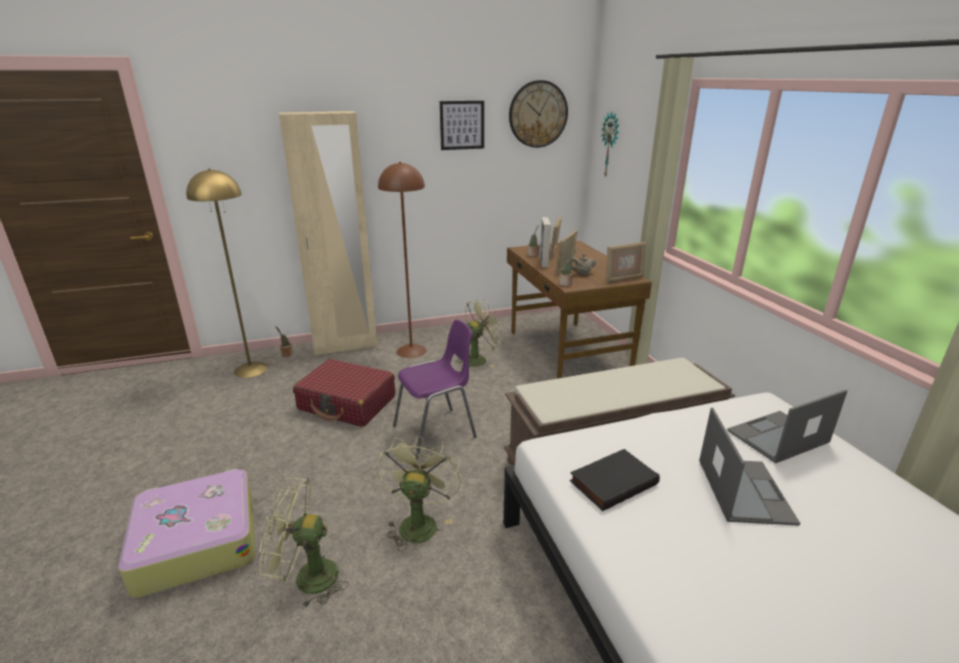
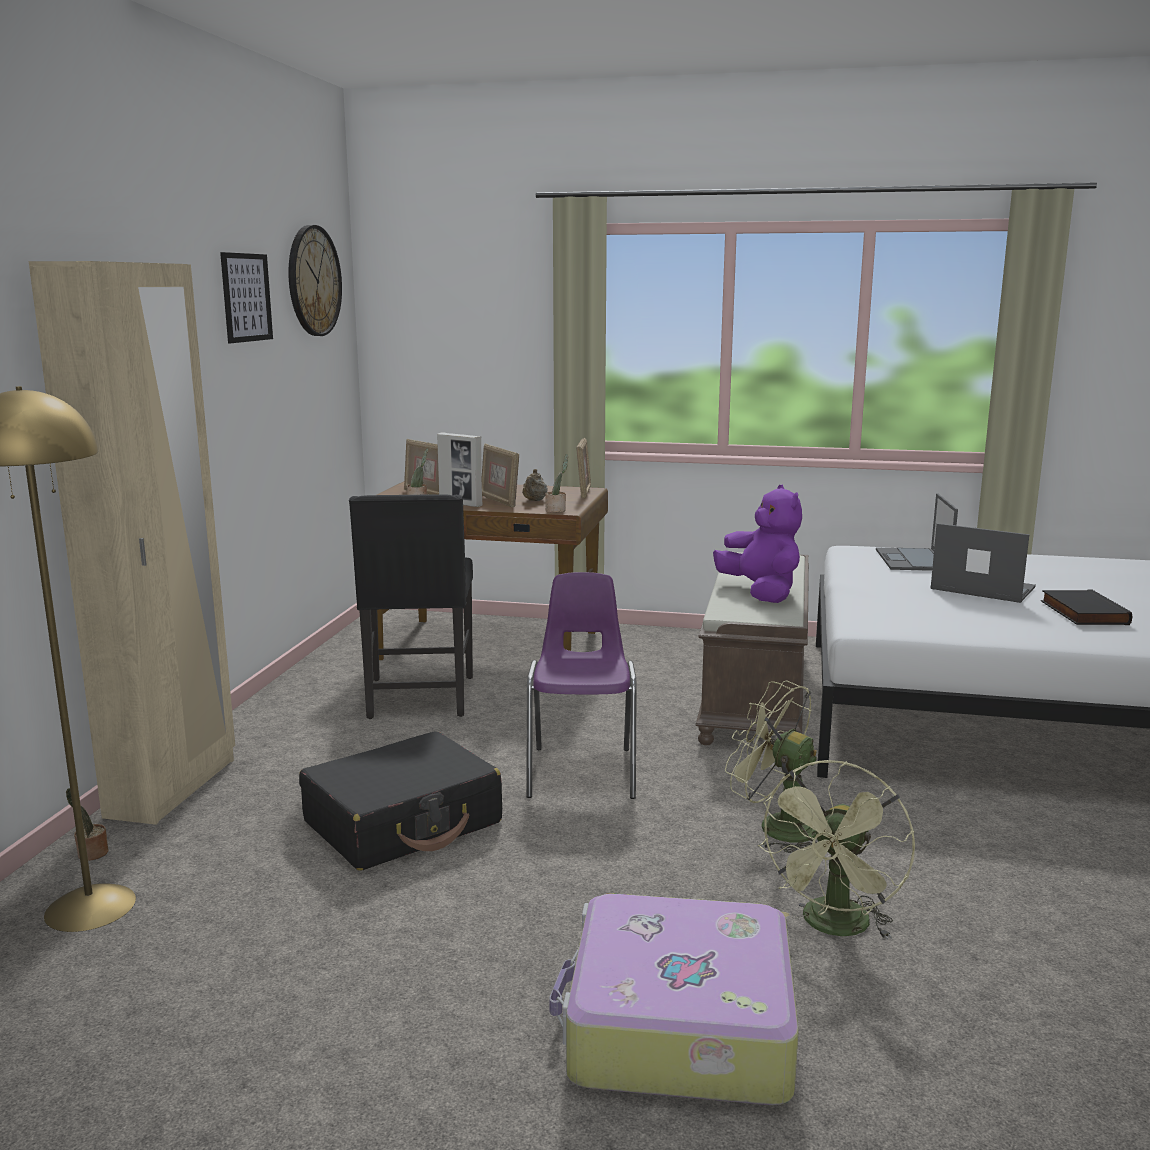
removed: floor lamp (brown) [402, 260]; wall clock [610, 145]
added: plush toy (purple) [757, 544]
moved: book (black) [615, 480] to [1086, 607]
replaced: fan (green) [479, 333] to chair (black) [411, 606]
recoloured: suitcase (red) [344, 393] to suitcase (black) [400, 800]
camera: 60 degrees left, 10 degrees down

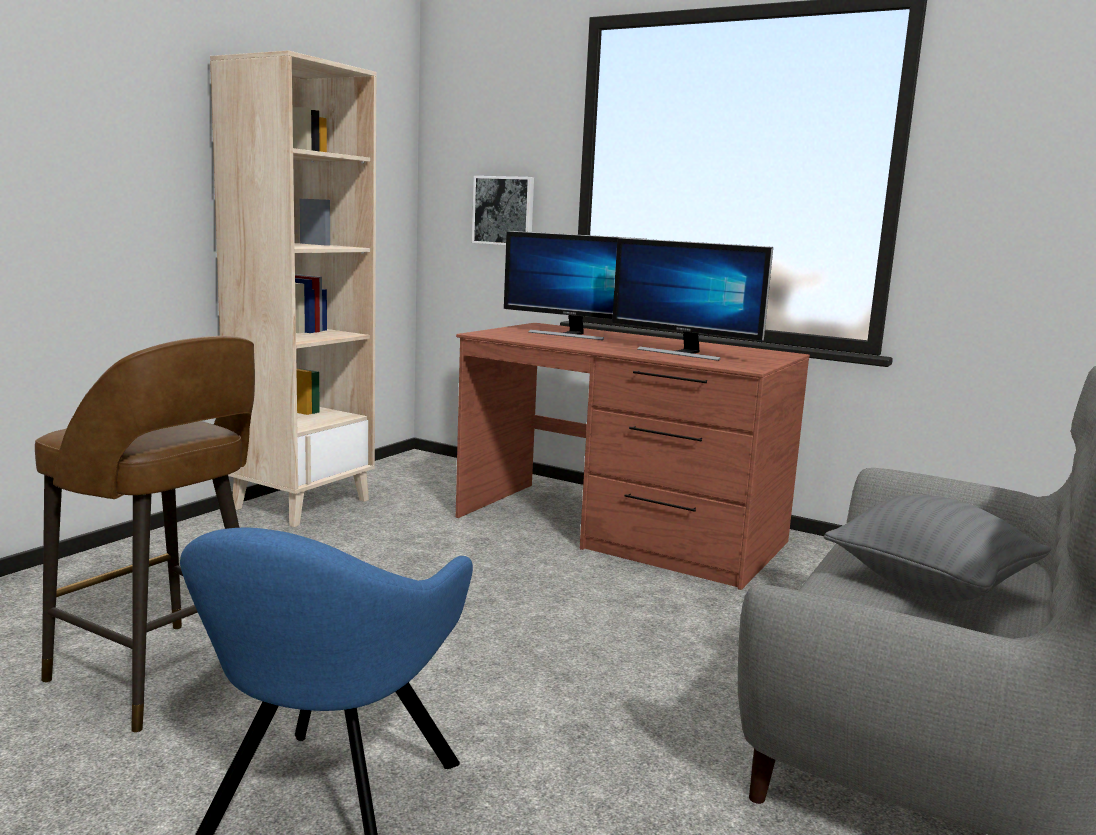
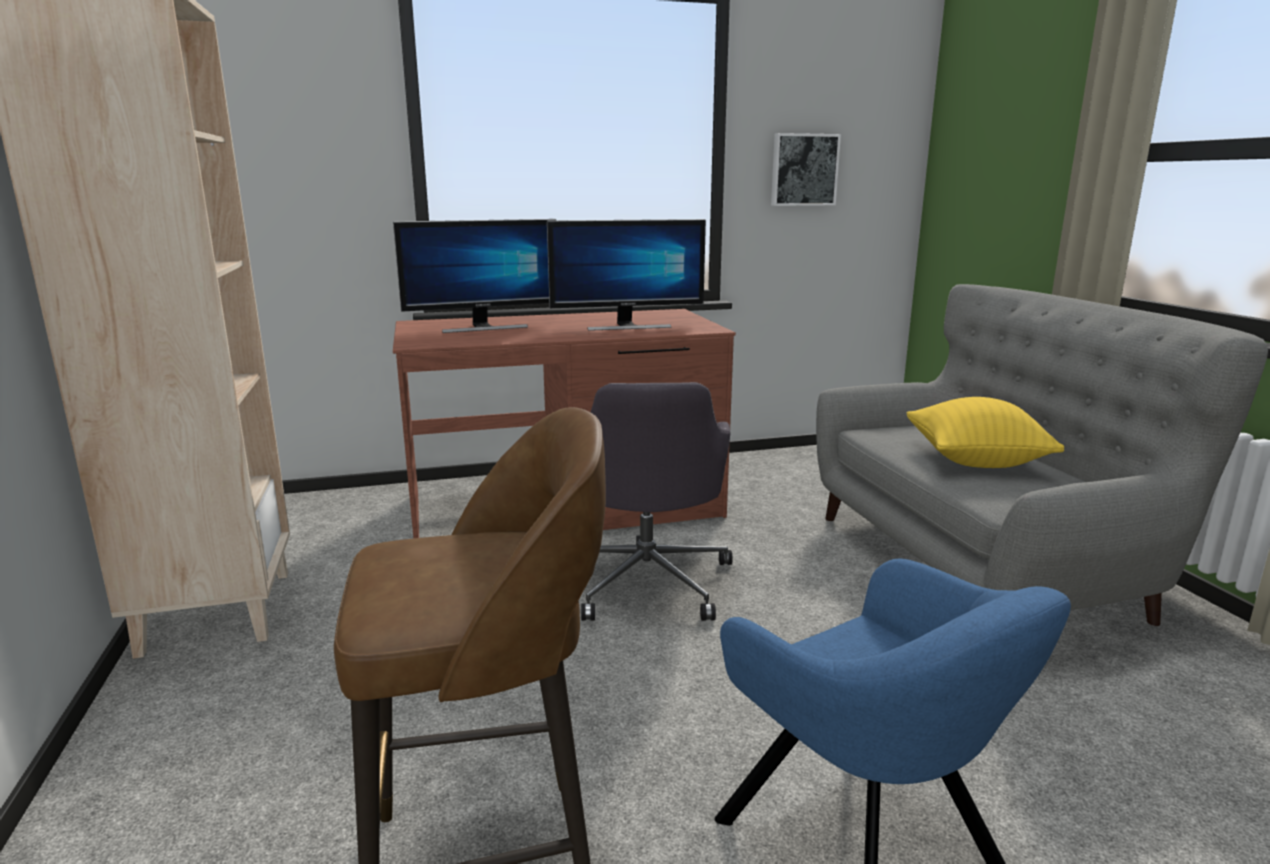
added: office chair (grey) [657, 501]
moved: picture [503, 210] to [806, 169]
recoloured: pillow (grey) [937, 548] to pillow (yellow) [985, 432]
camera: 45 degrees left, 5 degrees up

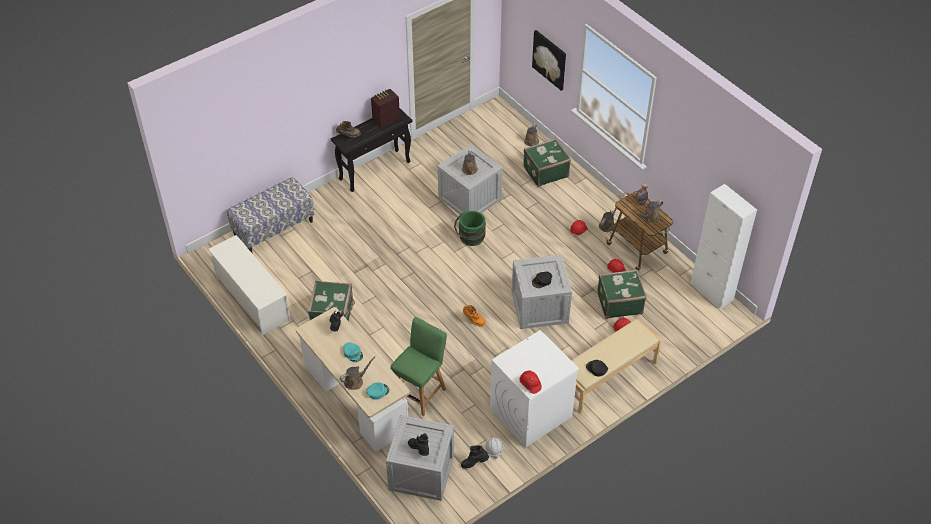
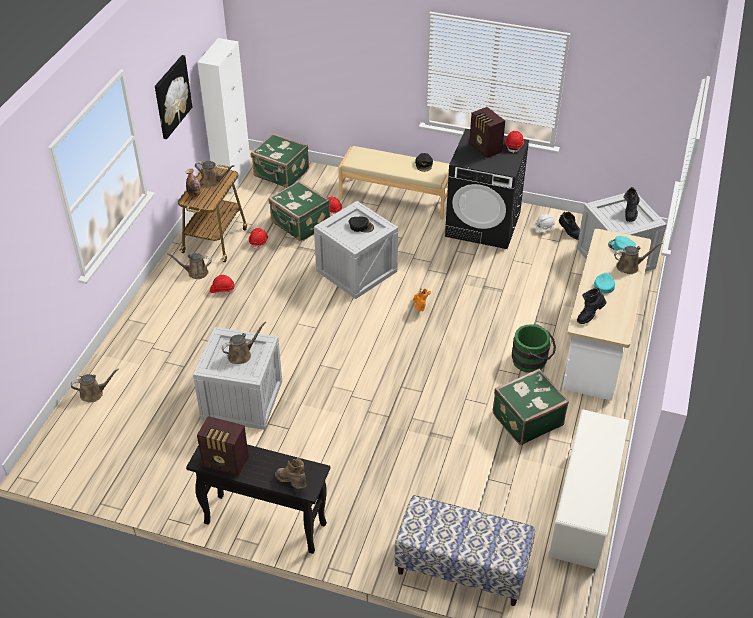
removed: chair (green) [418, 366]
added: radio [487, 132]
moved: bucket (green) [470, 228] to [534, 348]; suitcase (green) [547, 162] to [280, 160]; picture [549, 60] to [173, 97]
recoloured: washing machine (white) [534, 389] to washing machine (black) [487, 189]
turned: watering can (brown) [357, 373] = [638, 258] 150 degrees clockwise
camera: 125 degrees left, 5 degrees down

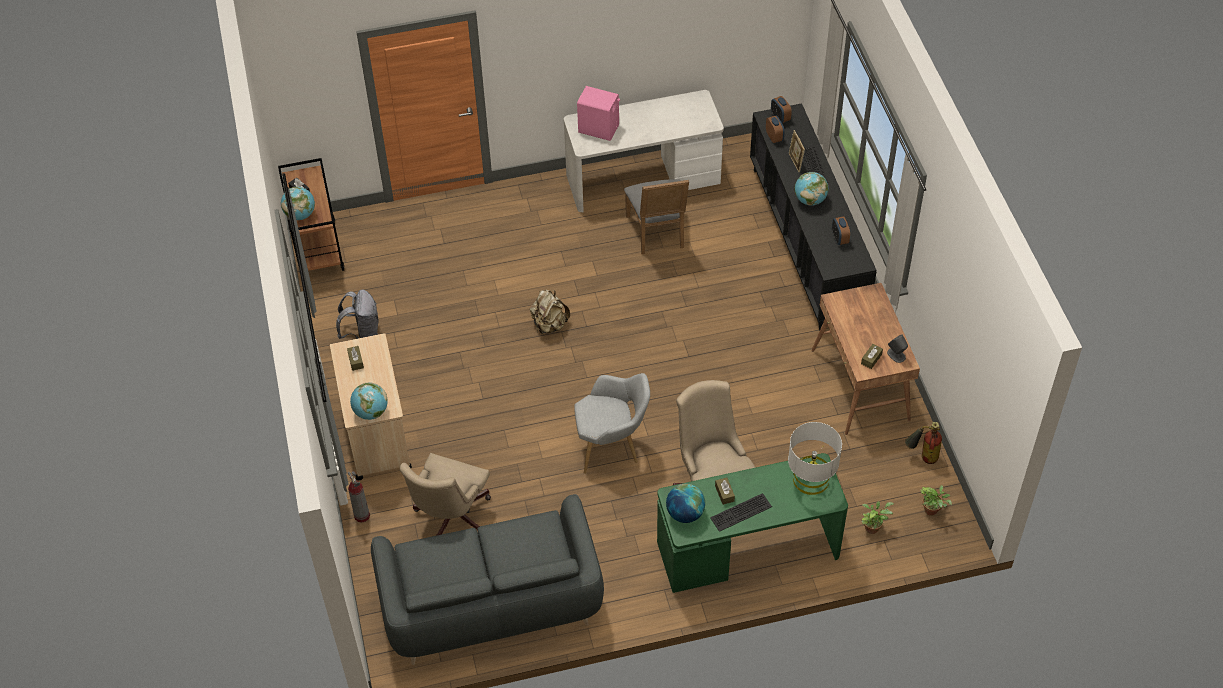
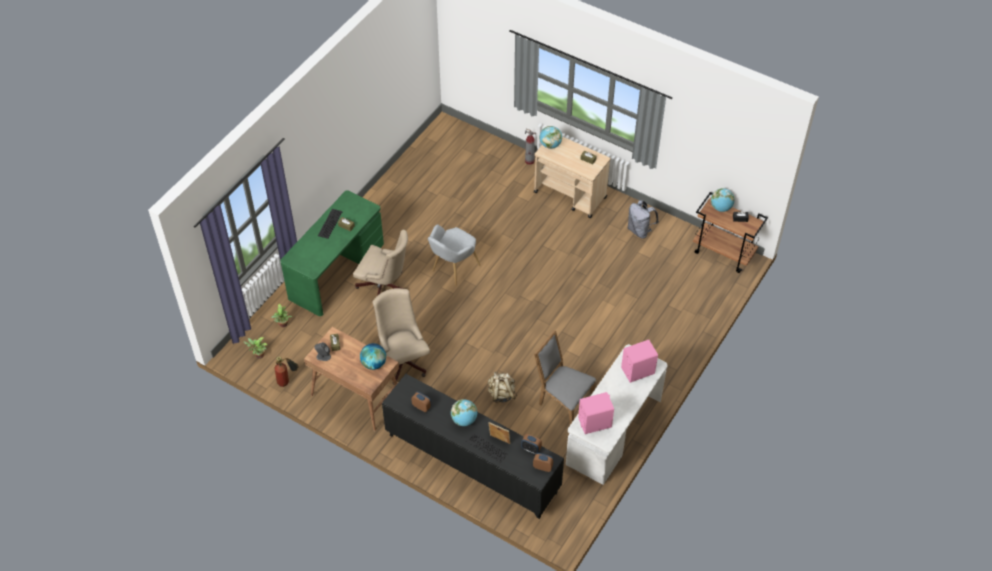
removed: sofa (grey) [487, 579]; table lamp (white) [815, 458]
added: speaker (pink) [596, 413]
moved: office chair (beige) [445, 494] to [401, 336]; backpack (beige) [550, 312] to [502, 387]; globe [685, 503] to [373, 356]
camera: 135 degrees right, 0 degrees up

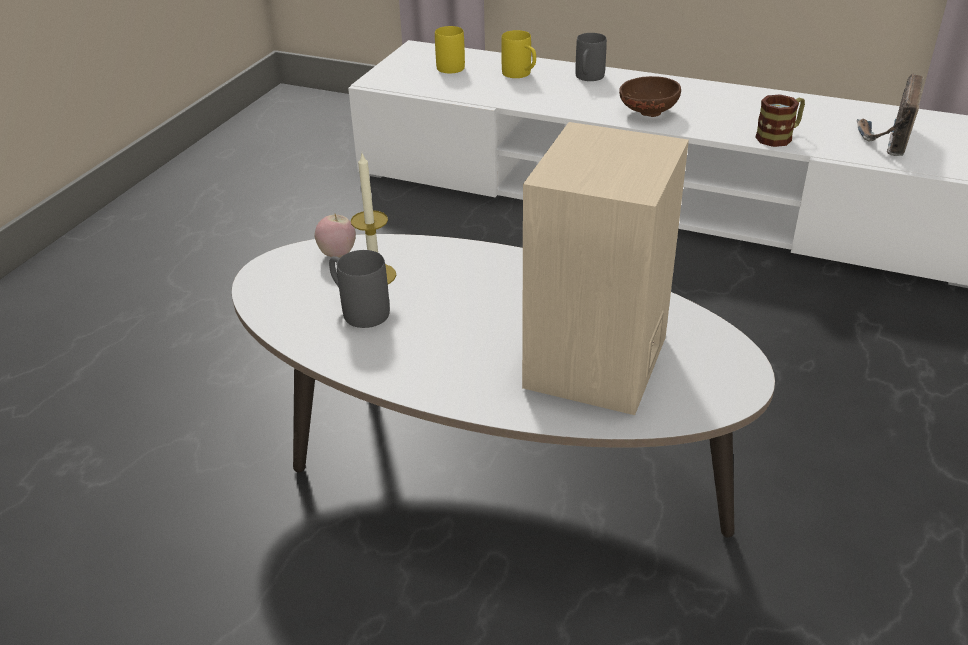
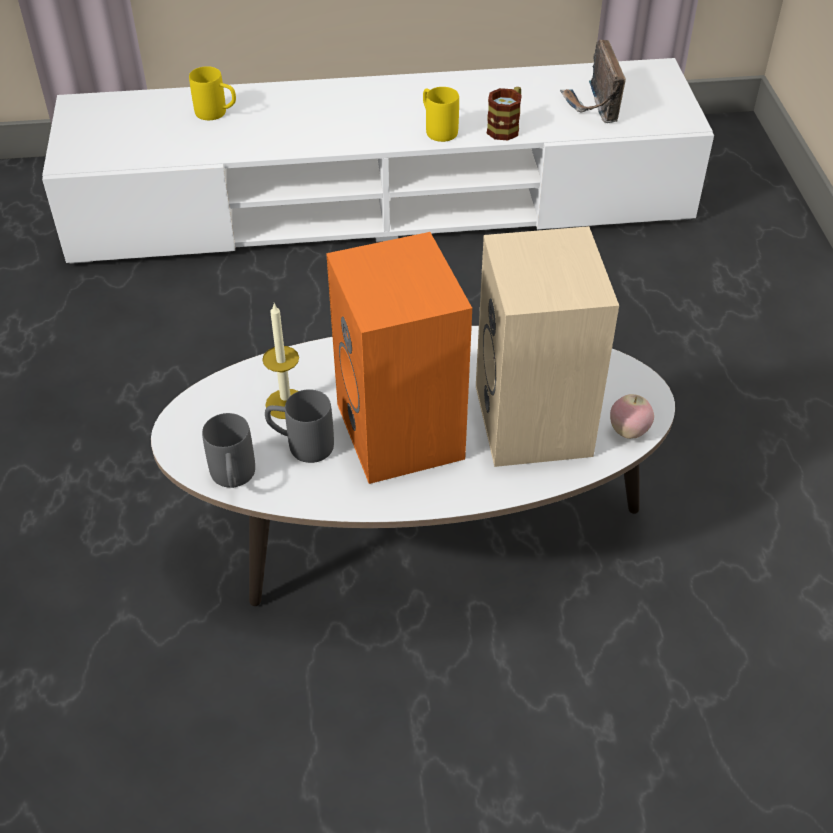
removed: bowl (brown) [650, 96]
added: speaker (orange) [399, 358]
moved: apple [335, 236] to [632, 416]; mug (yellow) [450, 49] to [441, 114]; mug (grey) [591, 57] to [228, 450]
camera: 30 degrees left, 10 degrees up

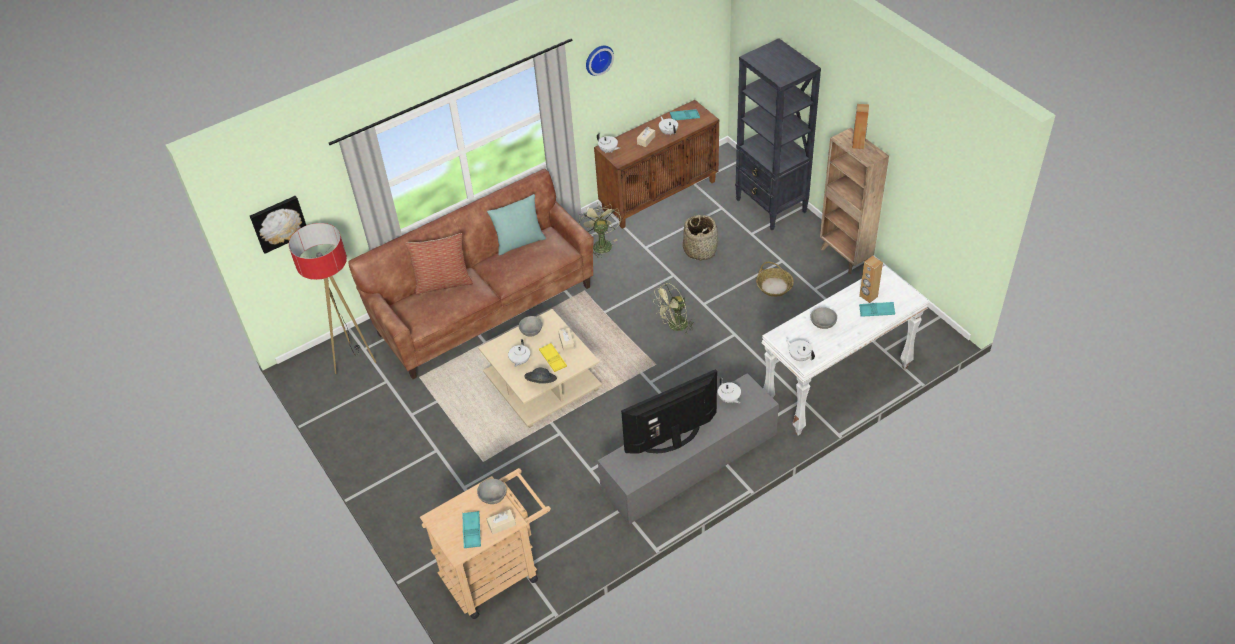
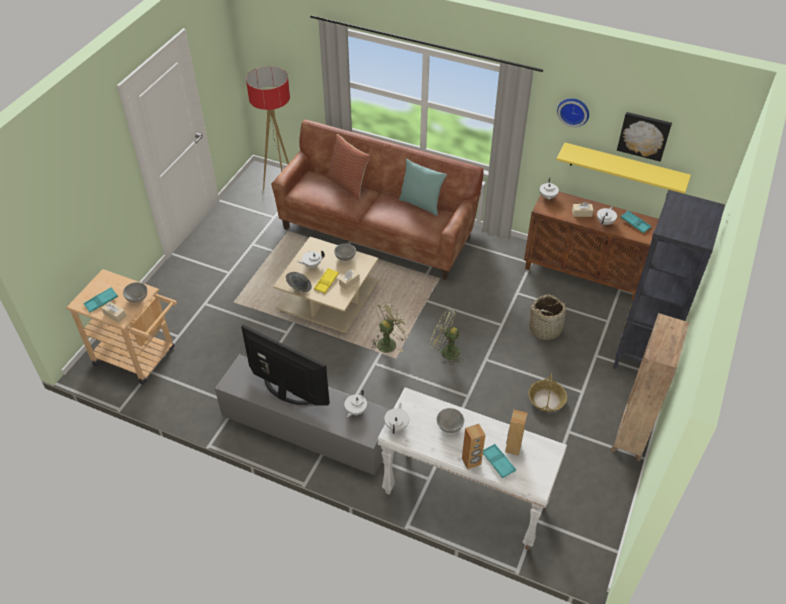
added: shelf (yellow) [623, 168]
moved: picture [278, 225] to [644, 137]; fan (green) [600, 230] to [391, 327]; speaker (brown) [860, 126] to [474, 447]
camera: 55 degrees right, 0 degrees up

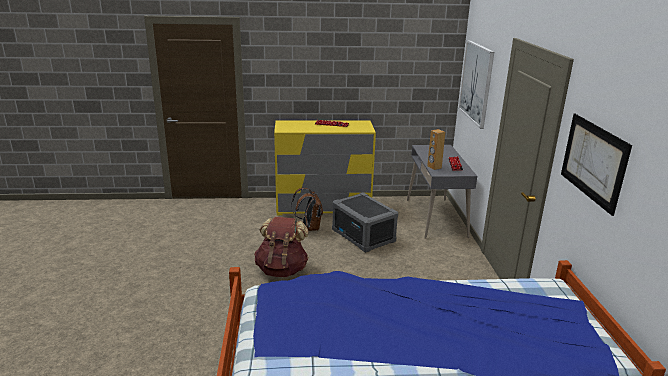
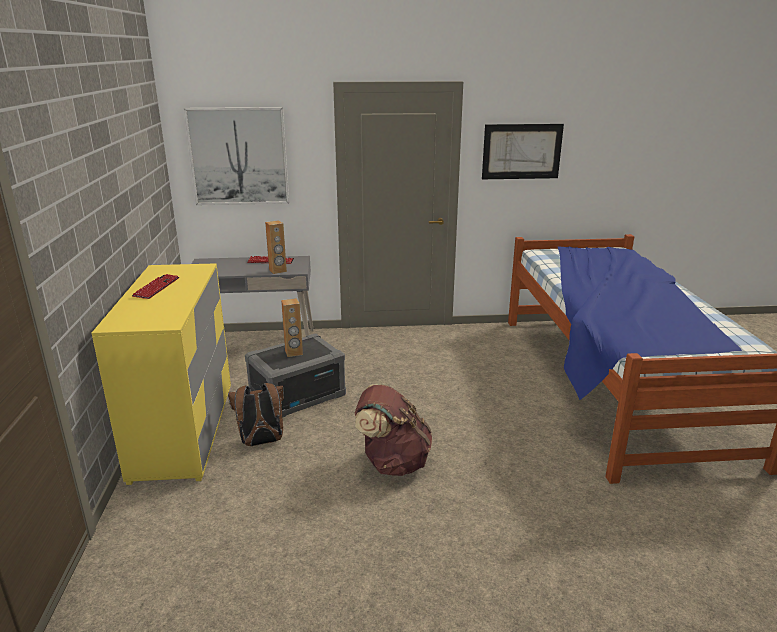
added: speaker (brown) [292, 327]
camera: 90 degrees left, 0 degrees up

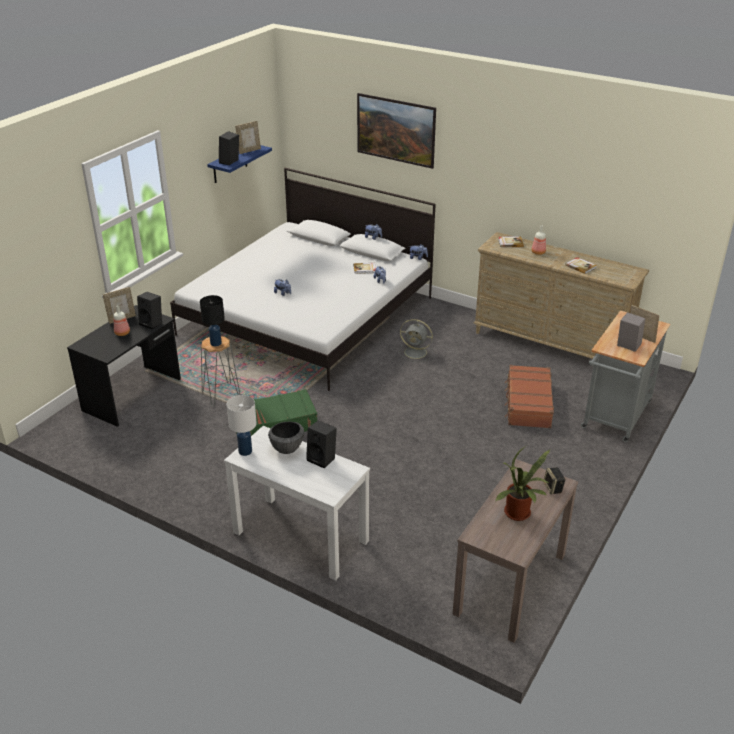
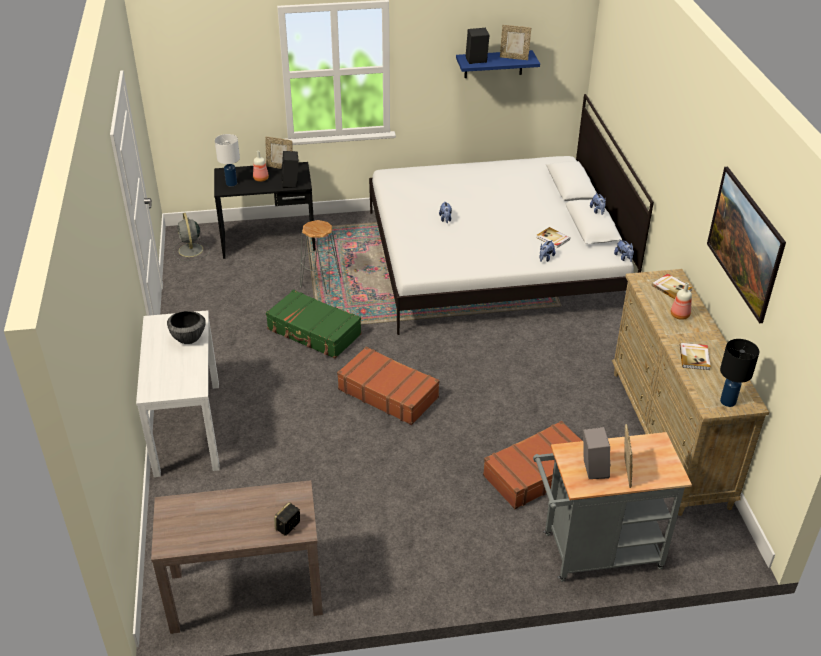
removed: speaker (black) [321, 444]; potted plant [522, 482]
added: suitcase (brown) [388, 386]
moved: table lamp (black) [212, 320] to [739, 373]; table lamp (white) [242, 425] to [227, 160]; picture [396, 131] to [746, 245]; fan (grey) [416, 340] to [191, 237]
camera: 50 degrees right, 5 degrees up

